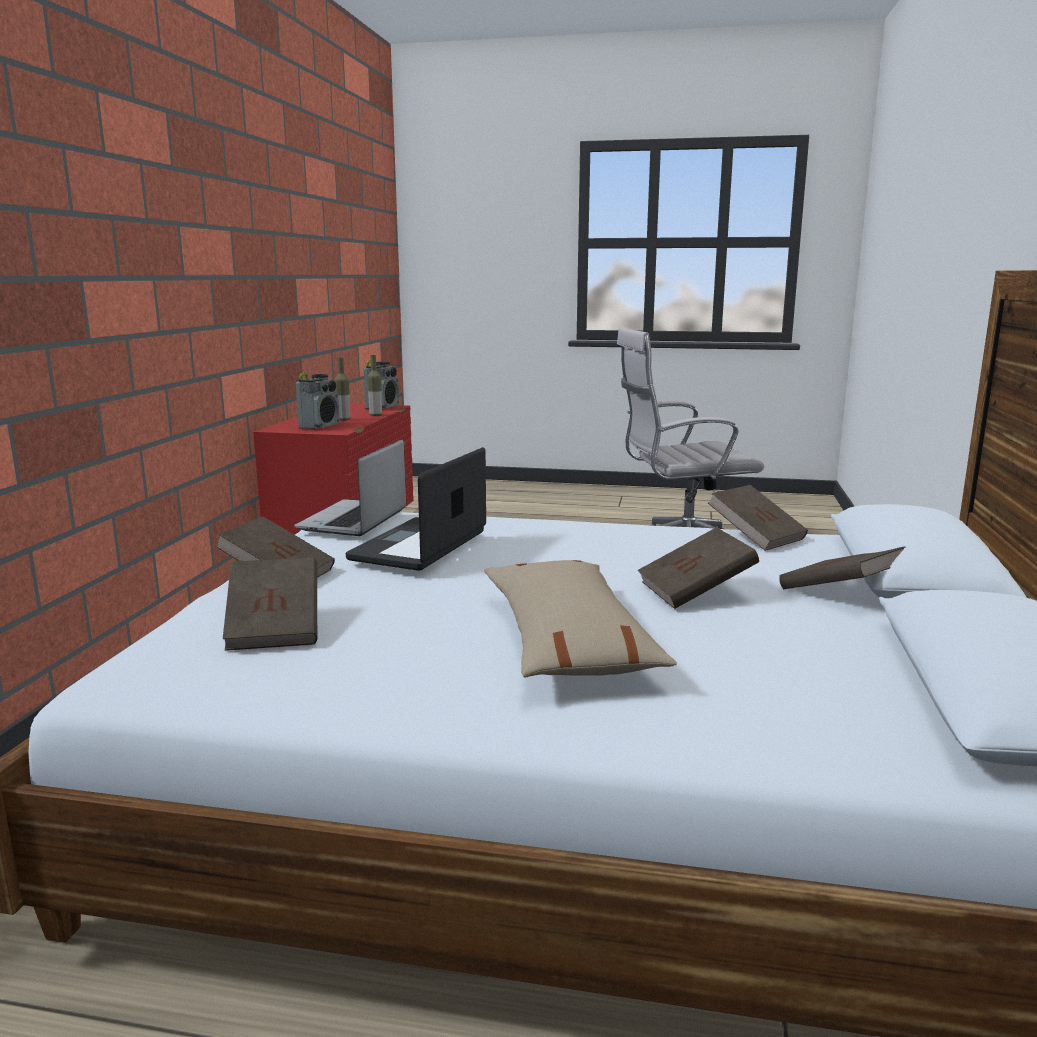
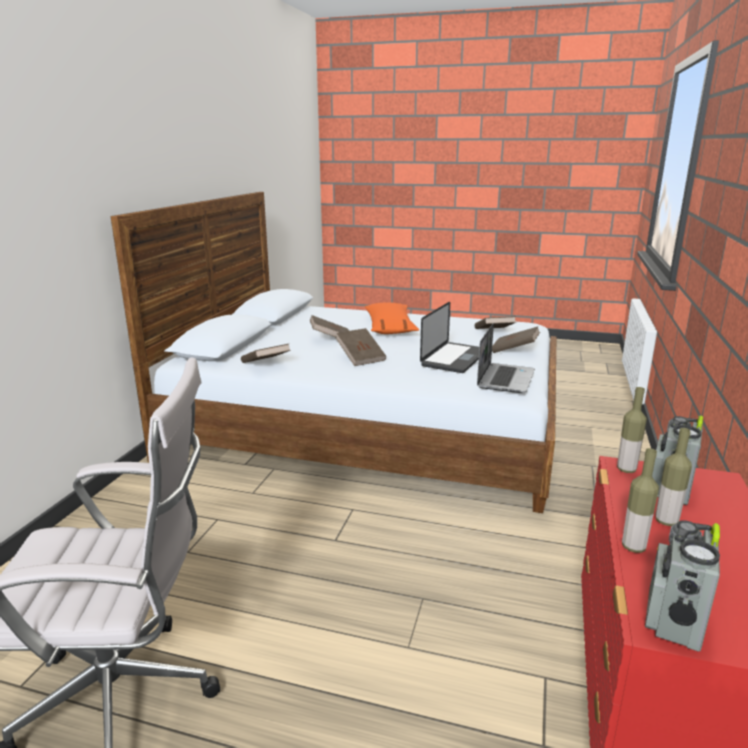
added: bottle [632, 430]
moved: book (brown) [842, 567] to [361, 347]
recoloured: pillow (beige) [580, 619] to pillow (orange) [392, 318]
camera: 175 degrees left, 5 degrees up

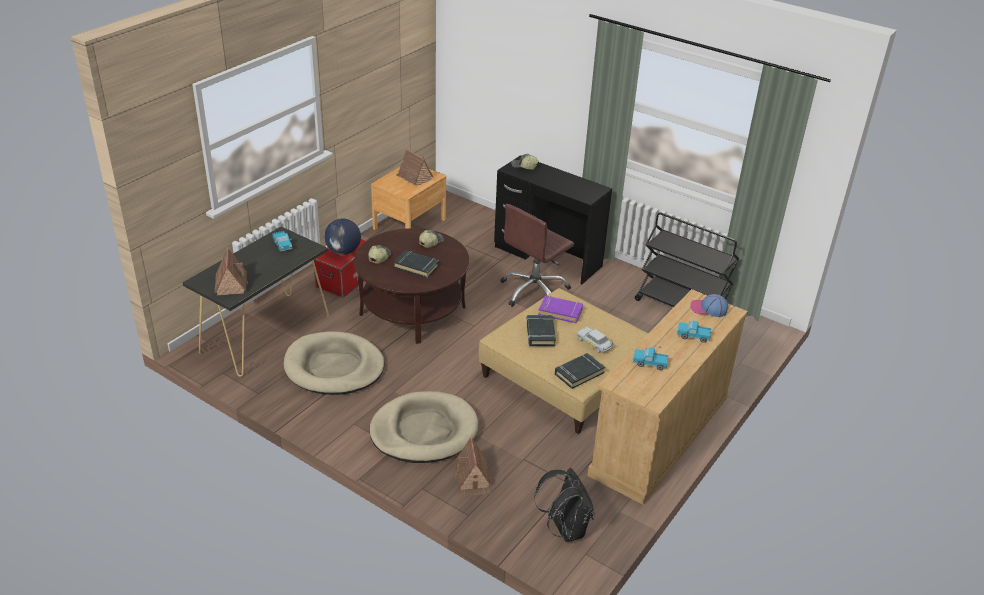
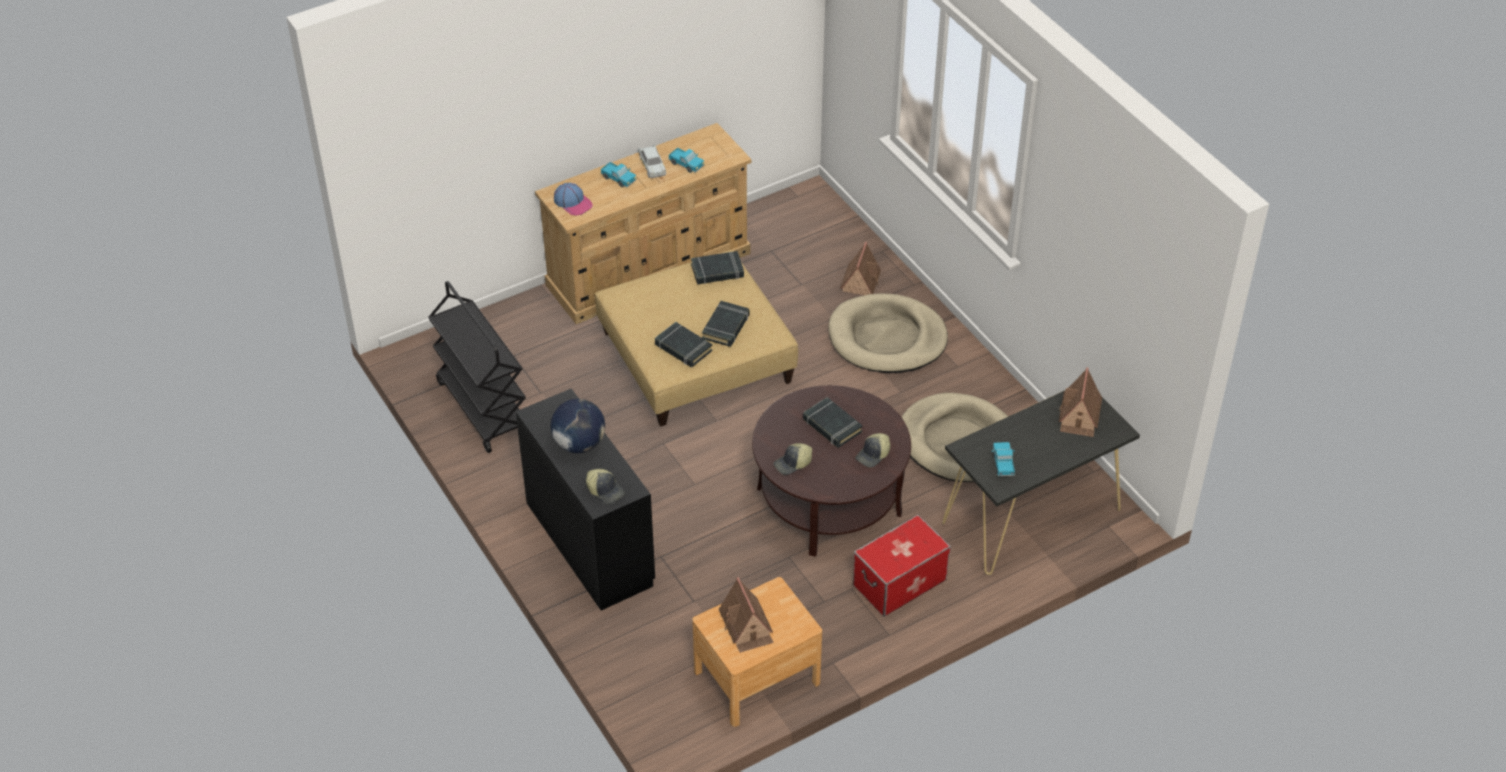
removed: office chair (brown) [537, 255]; backpack (black) [564, 505]
moved: globe [342, 236] to [578, 426]; toy car (white) [595, 340] to [652, 161]
recoloured: book (purple) [560, 309] to book (black) [683, 344]
camera: 155 degrees left, 10 degrees up

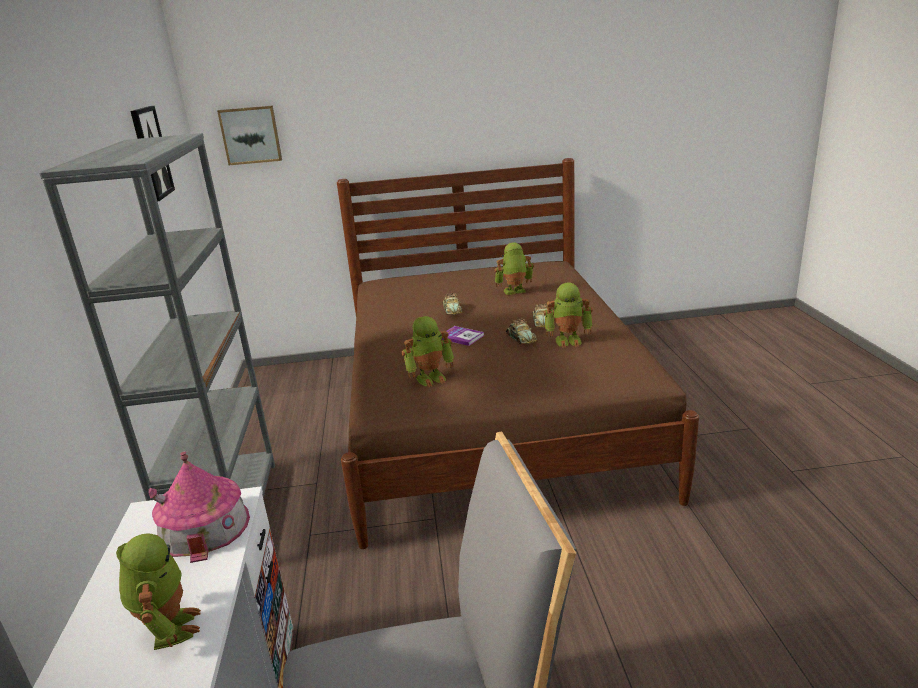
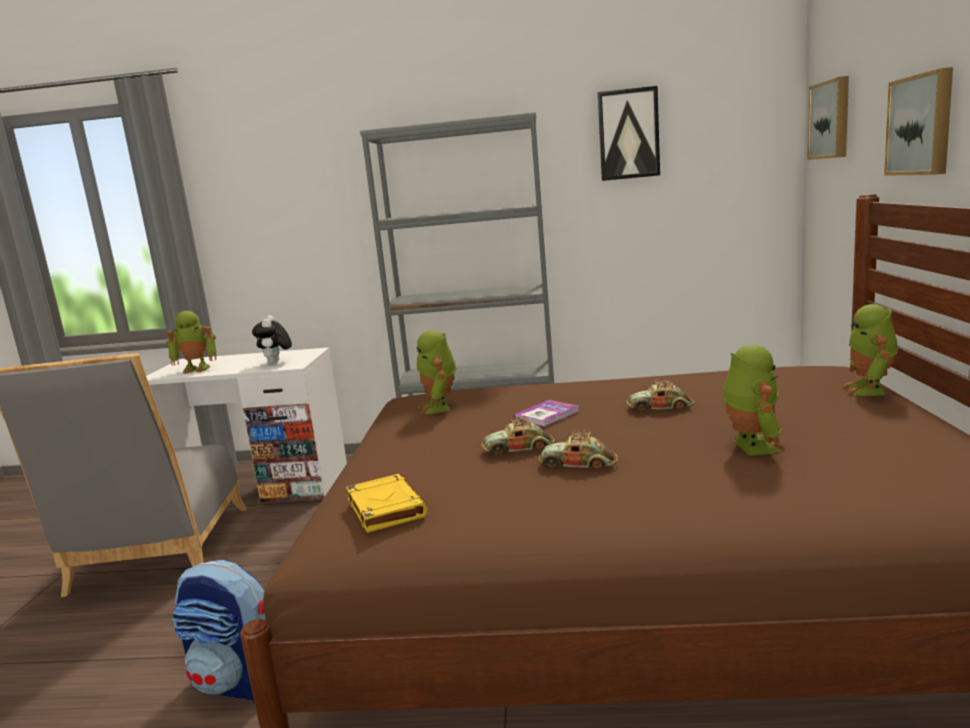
added: backpack [219, 630]; book (yellow) [386, 503]; picture [918, 121]
moved: toy robot [568, 315] to [869, 350]
replaced: toy house [199, 507] to plush toy [272, 339]
camera: 100 degrees right, 10 degrees down

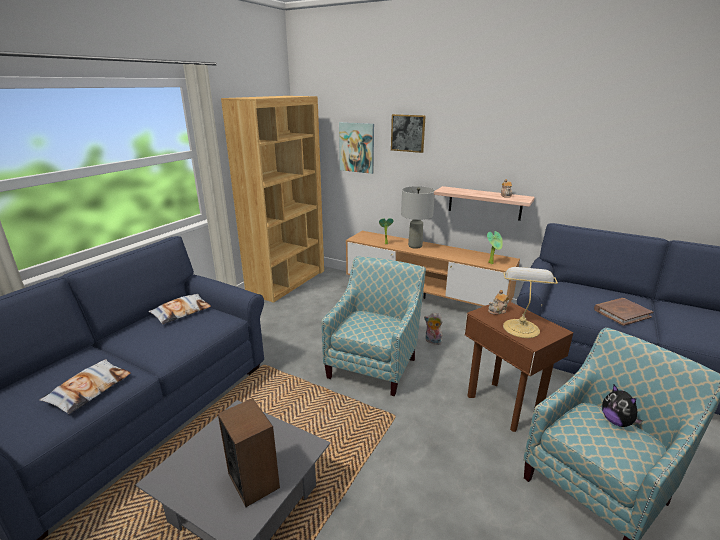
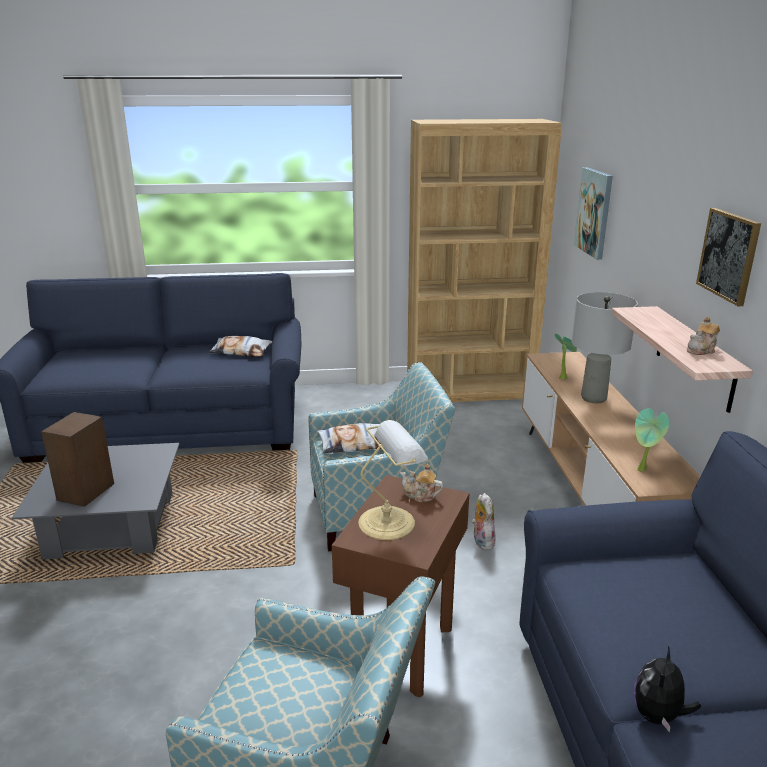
removed: book (brown) [623, 312]
moved: pillow [85, 386] to [350, 438]; picture [408, 133] to [728, 257]; plush toy [622, 406] to [667, 689]
camera: 55 degrees right, 0 degrees up

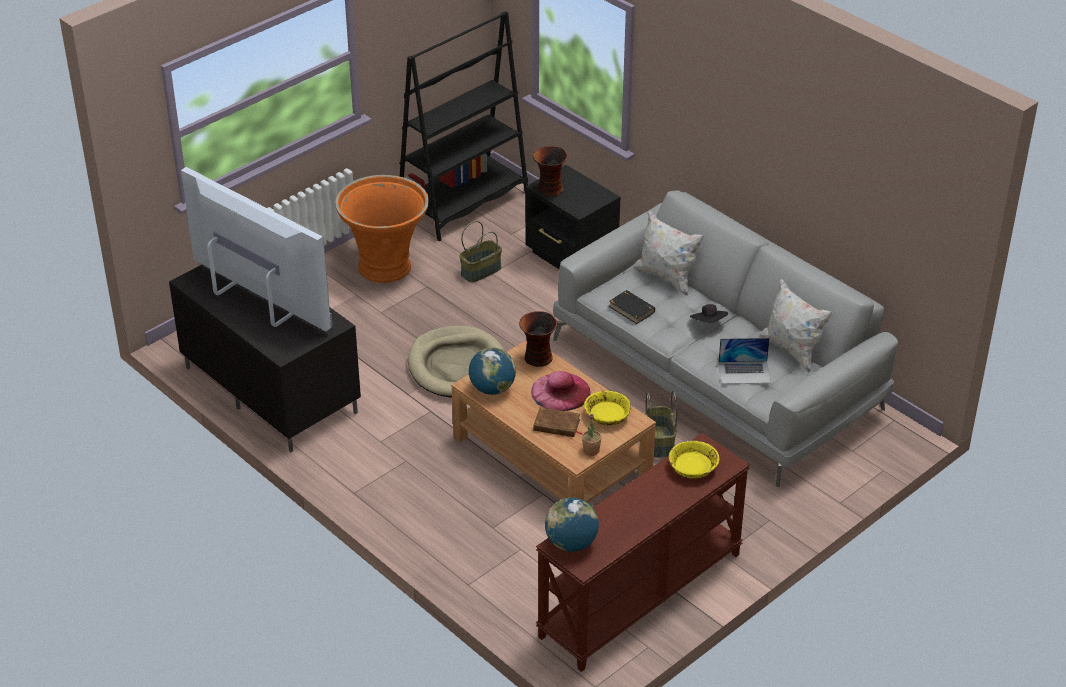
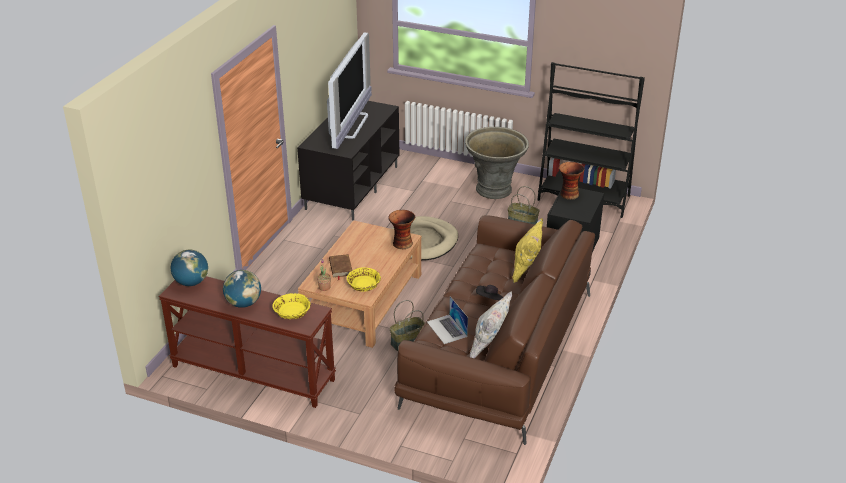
removed: hat (pink) [561, 391]; book (black) [632, 307]
moved: globe [492, 371] to [242, 289]
recoloured: planter (orange) [382, 229] to planter (grey) [497, 163]; sofa (grey) [725, 339] to sofa (brown) [495, 330]; pillow (white) [668, 253] to pillow (yellow) [527, 250]
camera: 65 degrees right, 5 degrees down

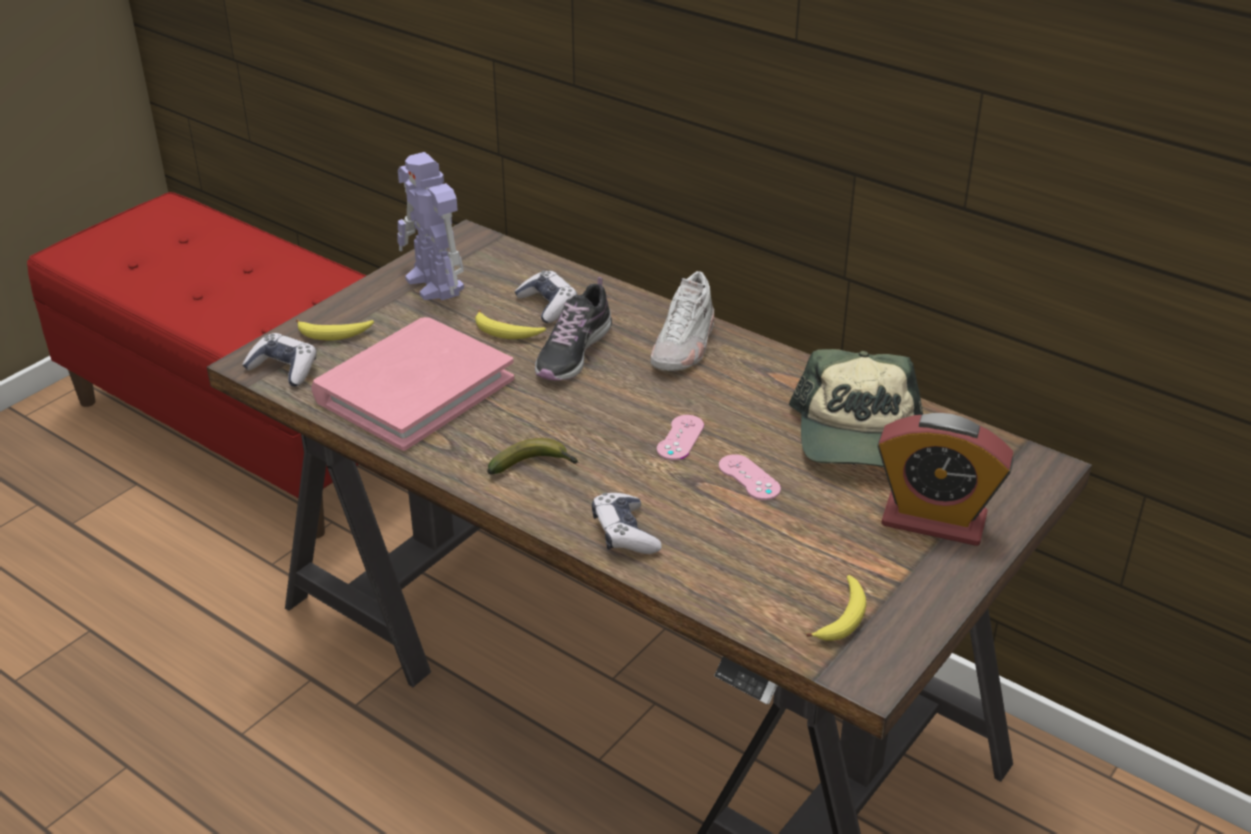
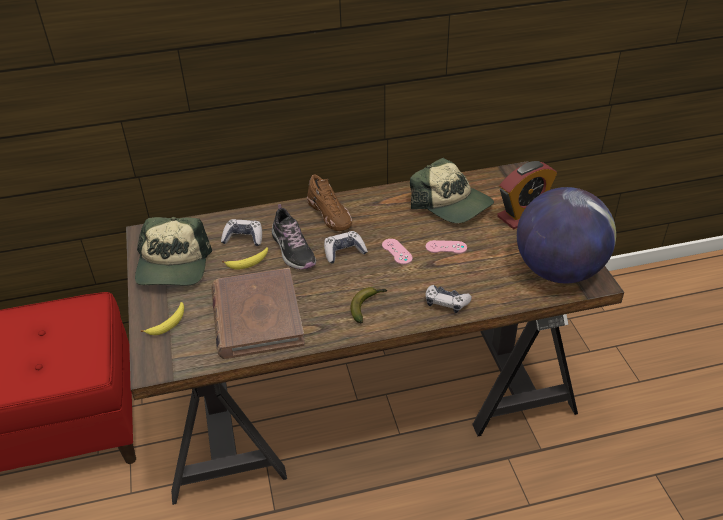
moved: game controller [279, 360] to [346, 247]
replaced: toy robot [430, 226] to cap [173, 251]; banana [836, 608] to globe [566, 235]
recoloured: book (pink) [412, 384] to book (brown) [258, 313]; shoe (white) [682, 321] to shoe (brown) [329, 202]
camera: 50 degrees left, 5 degrees up

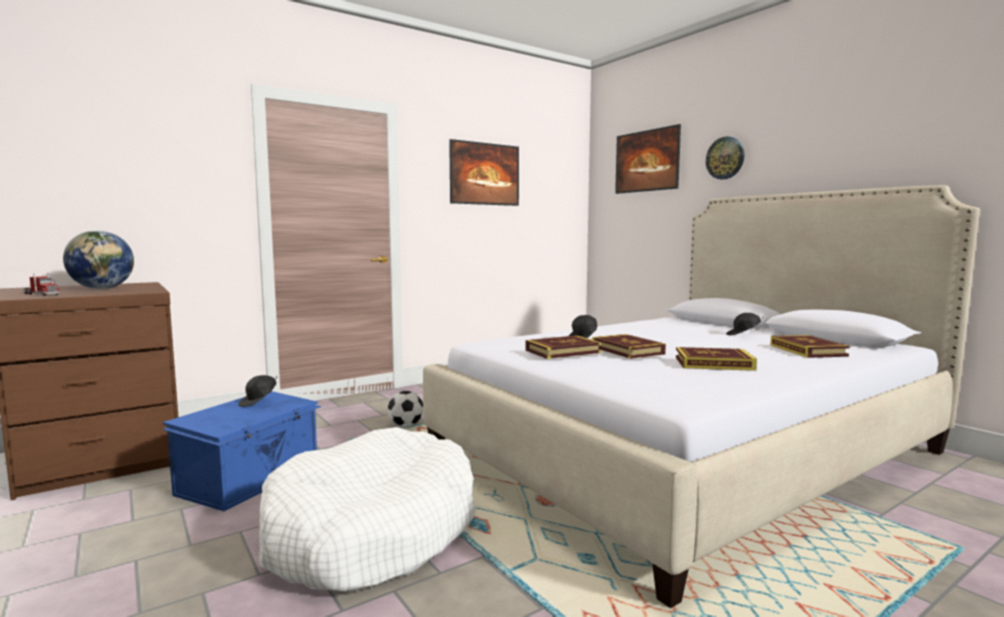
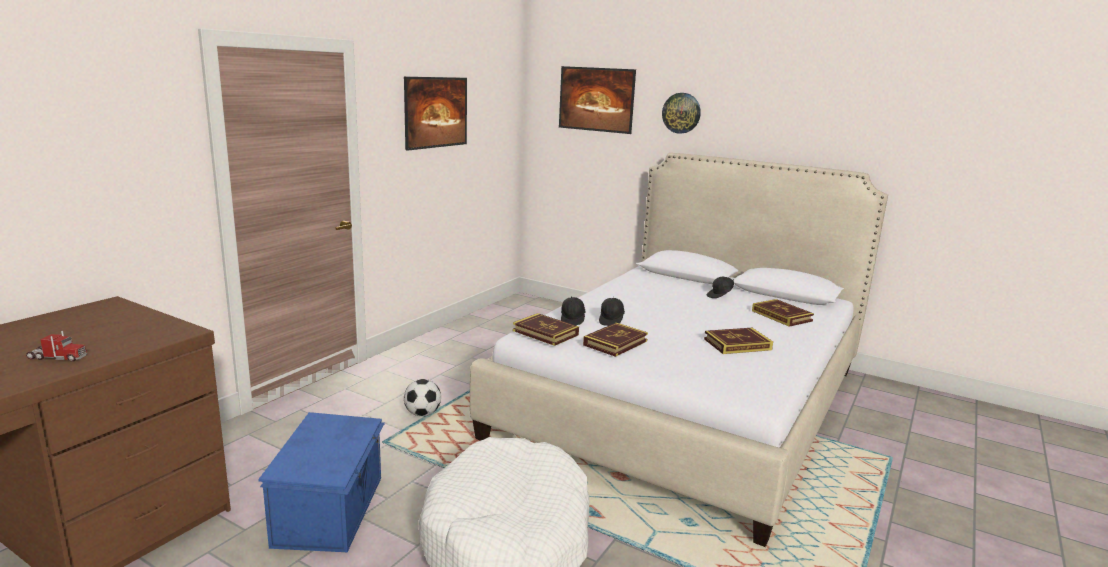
removed: globe [98, 259]
moved: cap (black) [257, 391] to [573, 311]; book [629, 346] to [546, 329]
camera: 25 degrees left, 10 degrees up

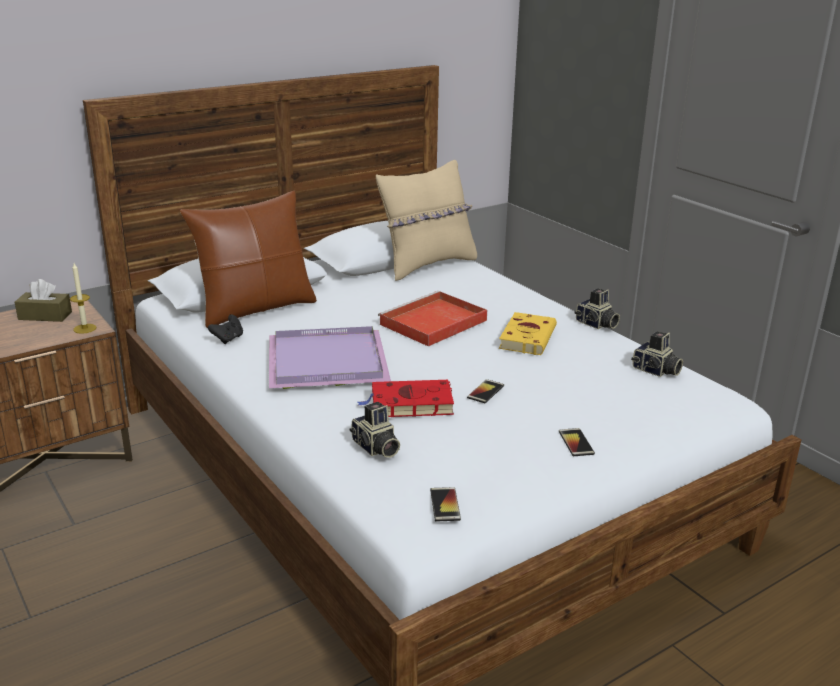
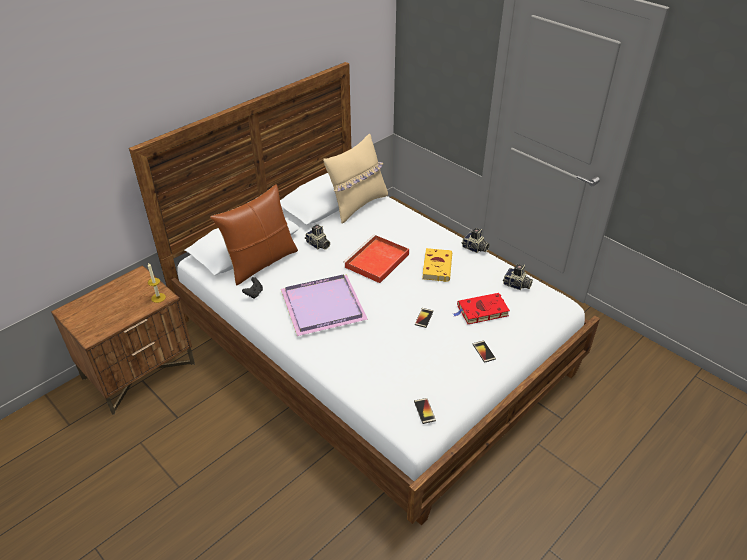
removed: tissue box (brown) [43, 300]
moved: photo camera [374, 430] to [317, 237]; book (red) [406, 398] to [481, 308]
camera: 10 degrees left, 15 degrees up

